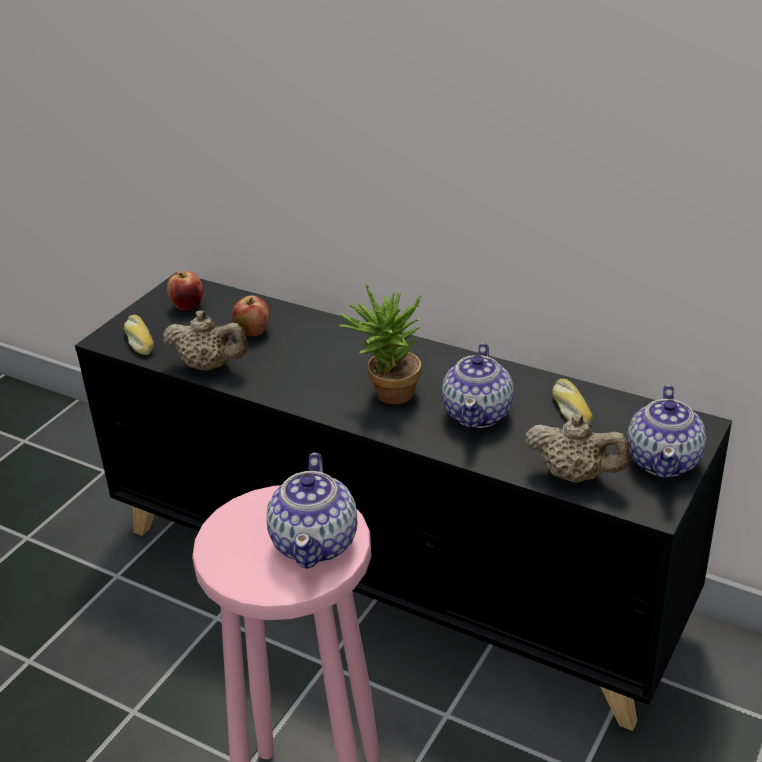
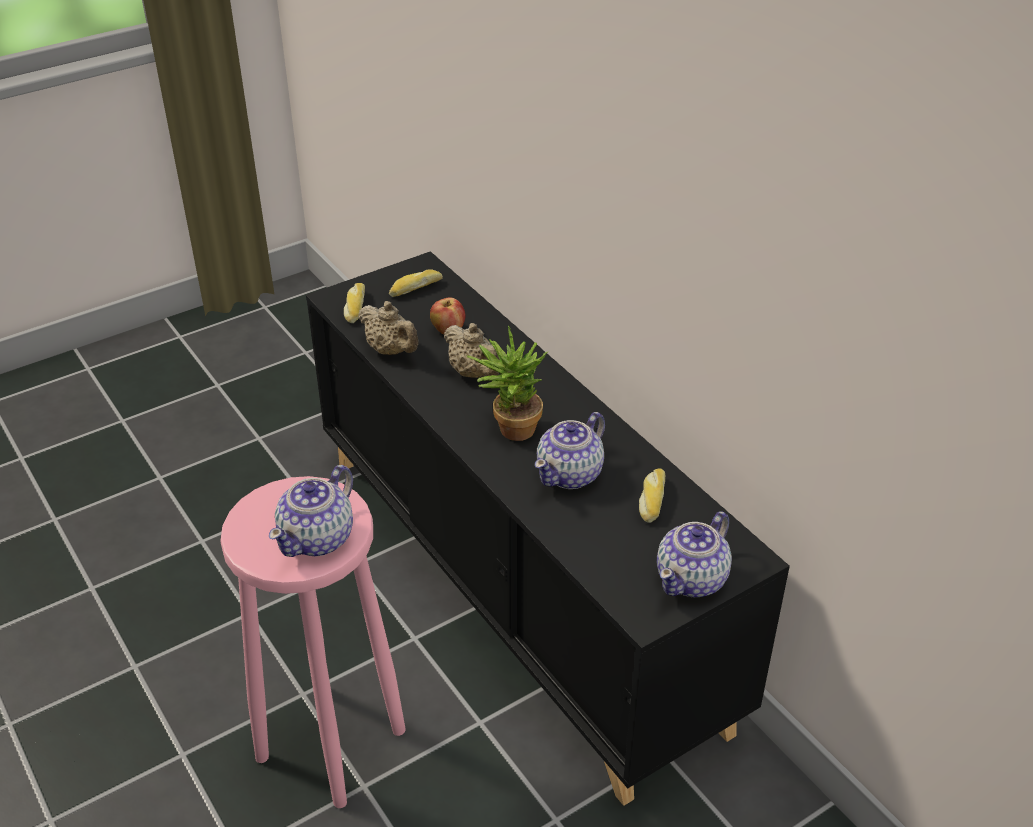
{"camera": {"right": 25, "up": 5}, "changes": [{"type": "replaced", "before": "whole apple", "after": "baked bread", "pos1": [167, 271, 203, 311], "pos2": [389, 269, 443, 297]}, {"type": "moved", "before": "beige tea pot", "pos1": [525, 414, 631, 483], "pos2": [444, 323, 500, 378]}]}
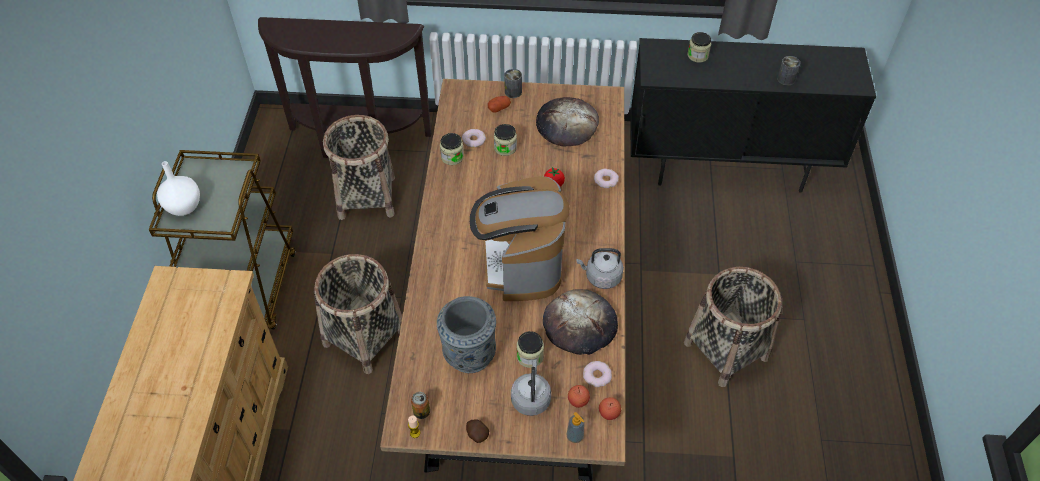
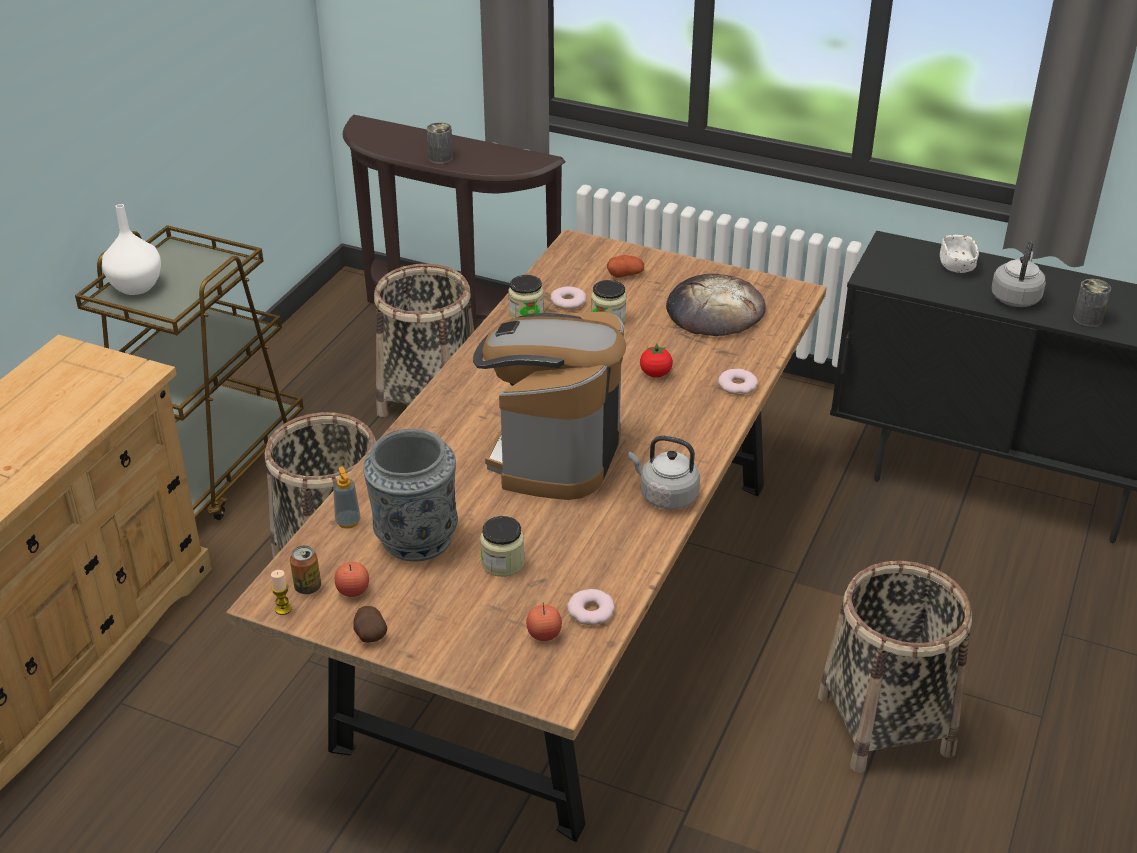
{"camera": {"right": 20, "up": -15}, "changes": [{"type": "replaced", "before": "storage jar", "after": "white-coloured bowl", "pos1": [688, 32, 711, 63], "pos2": [940, 235, 979, 273]}, {"type": "moved", "before": "can", "pos1": [504, 69, 522, 98], "pos2": [427, 122, 453, 164]}, {"type": "removed", "before": "baked bread", "pos1": [543, 289, 618, 355]}, {"type": "moved", "before": "grey water kettle", "pos1": [511, 360, 551, 416], "pos2": [992, 241, 1046, 307]}, {"type": "moved", "before": "whole apple", "pos1": [599, 397, 621, 420], "pos2": [335, 562, 369, 597]}, {"type": "moved", "before": "soap dispenser", "pos1": [566, 412, 584, 443], "pos2": [333, 466, 361, 529]}]}
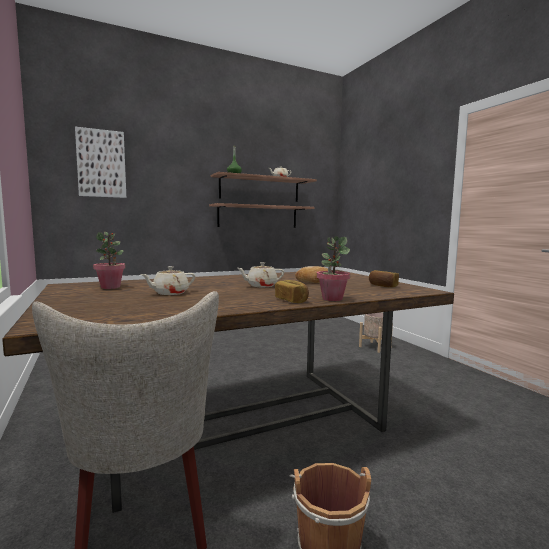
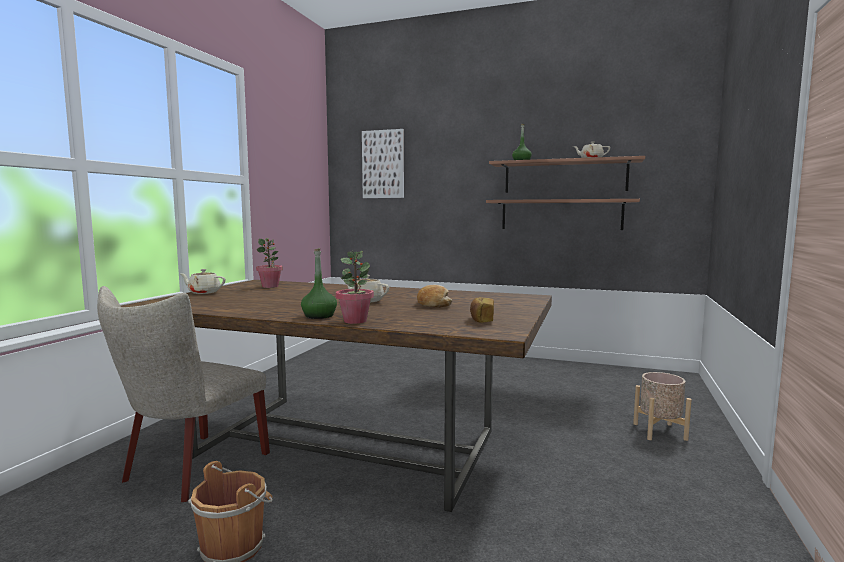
{"camera": {"right": 45, "up": 0}, "changes": [{"type": "moved", "before": "beige tea pot", "pos1": [140, 266, 195, 295], "pos2": [180, 269, 226, 294]}, {"type": "replaced", "before": "baked bread", "after": "greenish beverage bottle", "pos1": [275, 280, 309, 303], "pos2": [301, 248, 337, 319]}]}
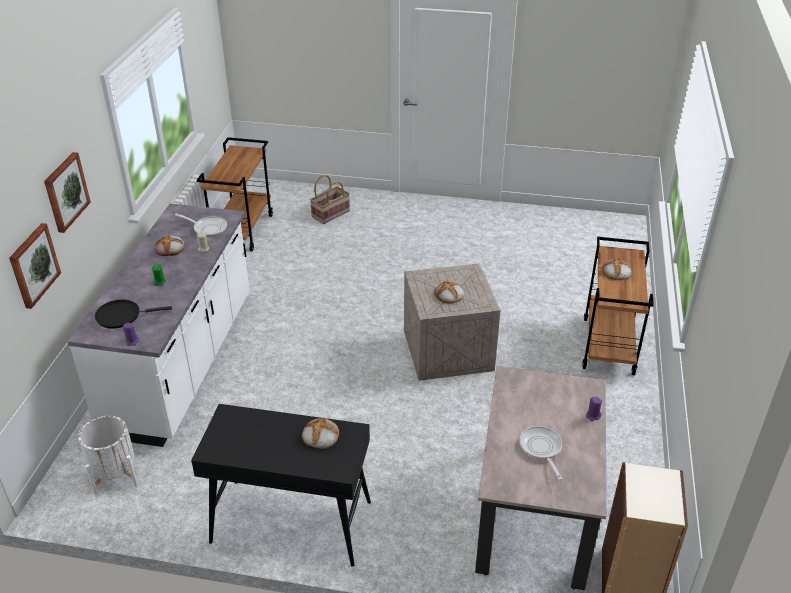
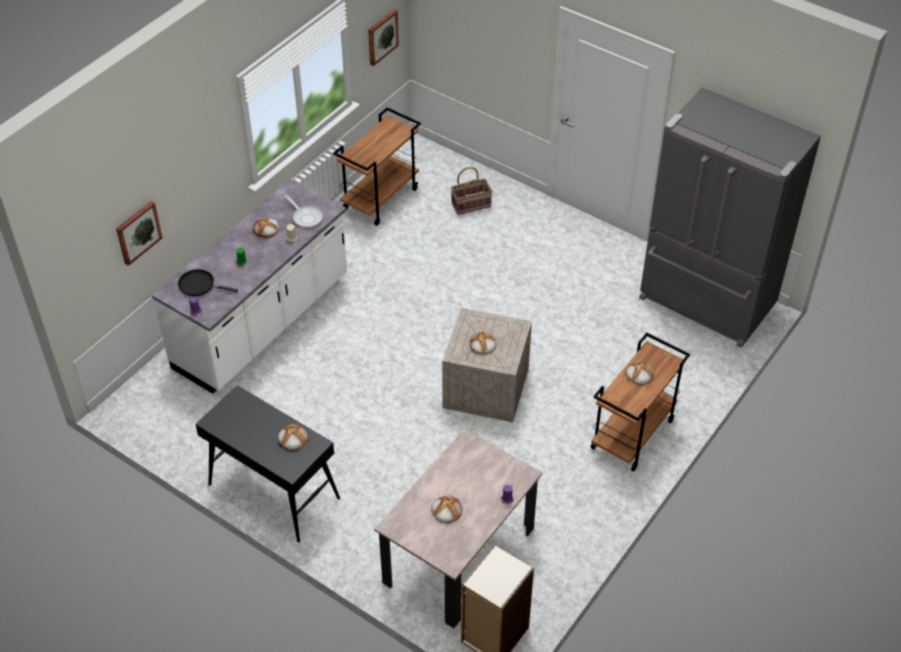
{"camera": {"right": 25, "up": 10}, "changes": [{"type": "moved", "before": "picture", "pos1": [44, 152, 91, 233], "pos2": [368, 9, 399, 66]}, {"type": "removed", "before": "white-coloured flower pot", "pos1": [78, 416, 138, 495]}, {"type": "replaced", "before": "skillet", "after": "baked bread", "pos1": [519, 426, 562, 480], "pos2": [431, 495, 463, 524]}, {"type": "added", "after": "grey fridge", "pos2": [639, 87, 821, 348]}]}
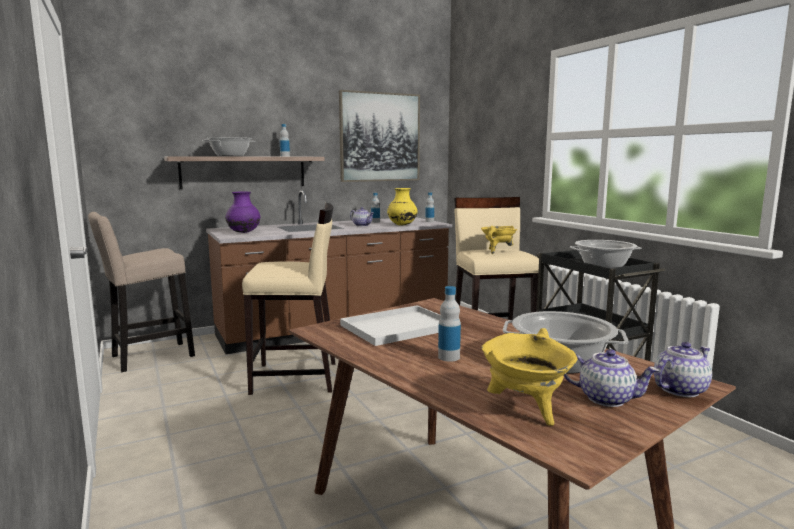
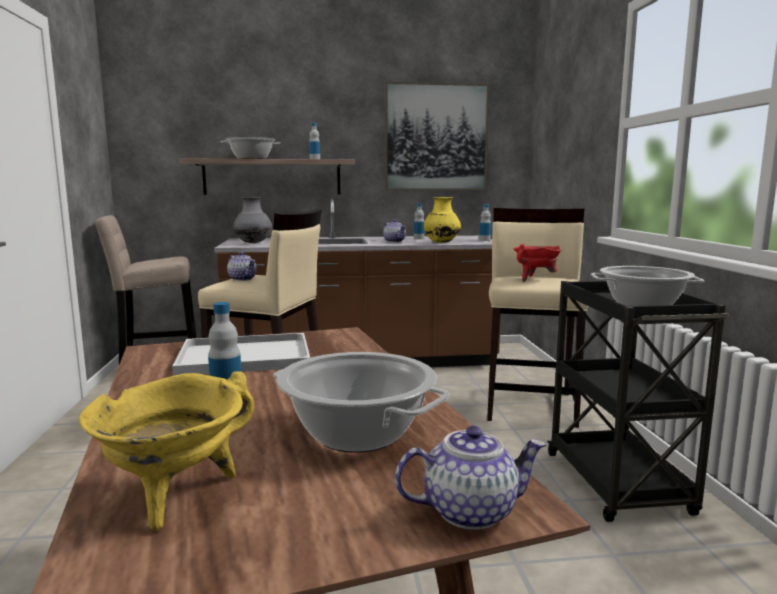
{"camera": {"right": 20, "up": 0}, "changes": [{"type": "recoloured", "before": "purplish flower vase", "after": "grey flower vase", "pos1": [225, 192, 260, 233], "pos2": [233, 197, 272, 243]}, {"type": "recoloured", "before": "yellowish saucepot", "after": "red-coloured saucepot", "pos1": [481, 226, 517, 254], "pos2": [514, 244, 561, 282]}, {"type": "moved", "before": "tea pot", "pos1": [564, 349, 659, 407], "pos2": [227, 252, 257, 281]}]}
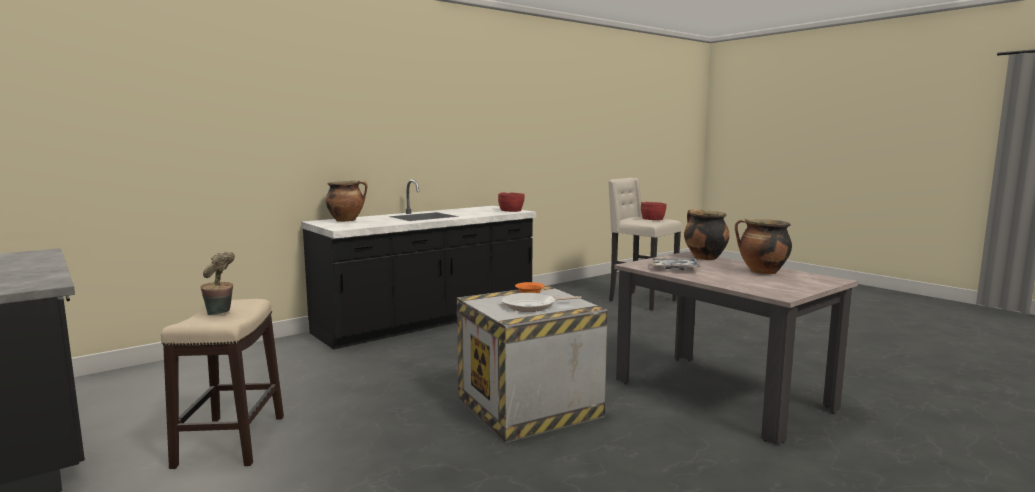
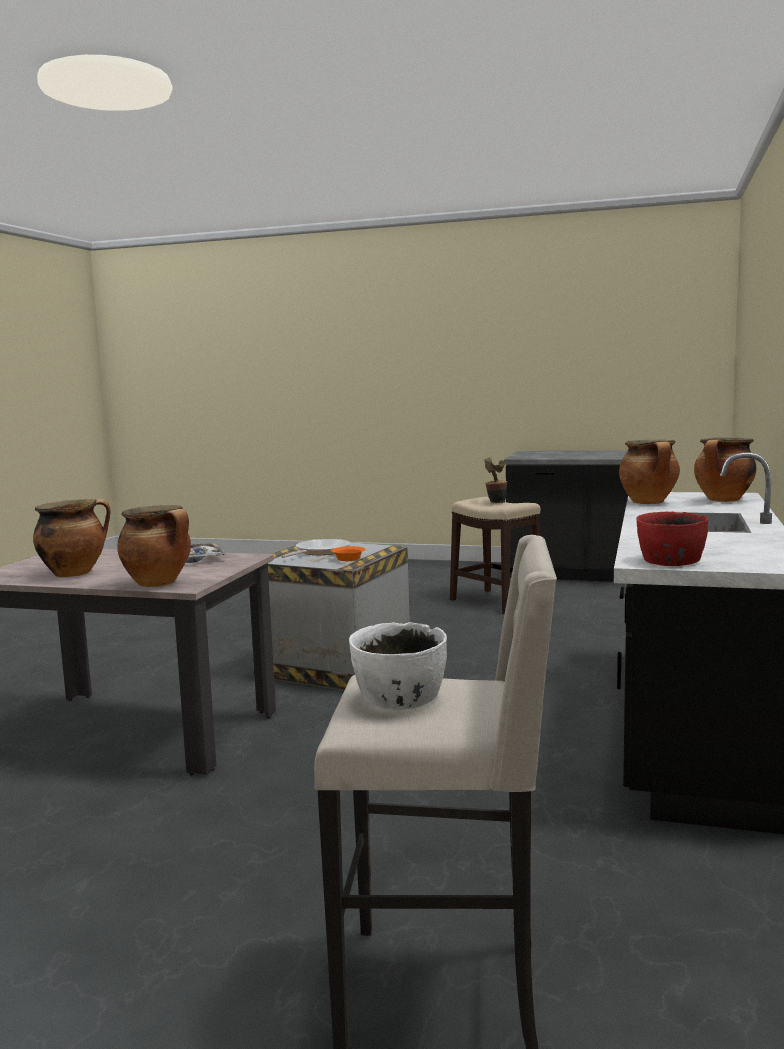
{"camera": {"right": 145, "up": 0}, "changes": [{"type": "recoloured", "before": "red-coloured bowl", "after": "white-coloured bowl", "pos1": [641, 202, 667, 220], "pos2": [349, 622, 447, 710]}, {"type": "added", "after": "saucepot", "pos2": [619, 440, 680, 504]}]}
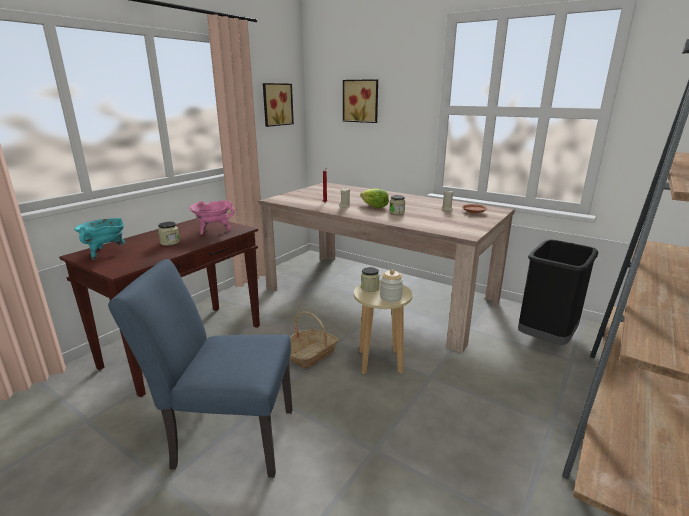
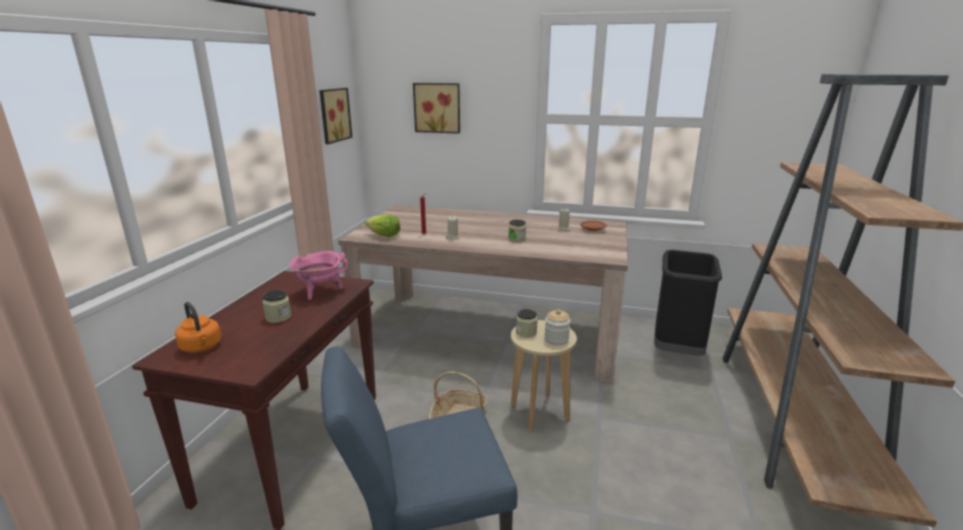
{"camera": {"right": -20, "up": 0}, "changes": [{"type": "moved", "before": "lettuce head", "pos1": [360, 189, 389, 208], "pos2": [365, 215, 400, 237]}, {"type": "replaced", "before": "blue-green saucepot", "after": "orange water kettle", "pos1": [74, 218, 125, 260], "pos2": [175, 302, 221, 353]}]}
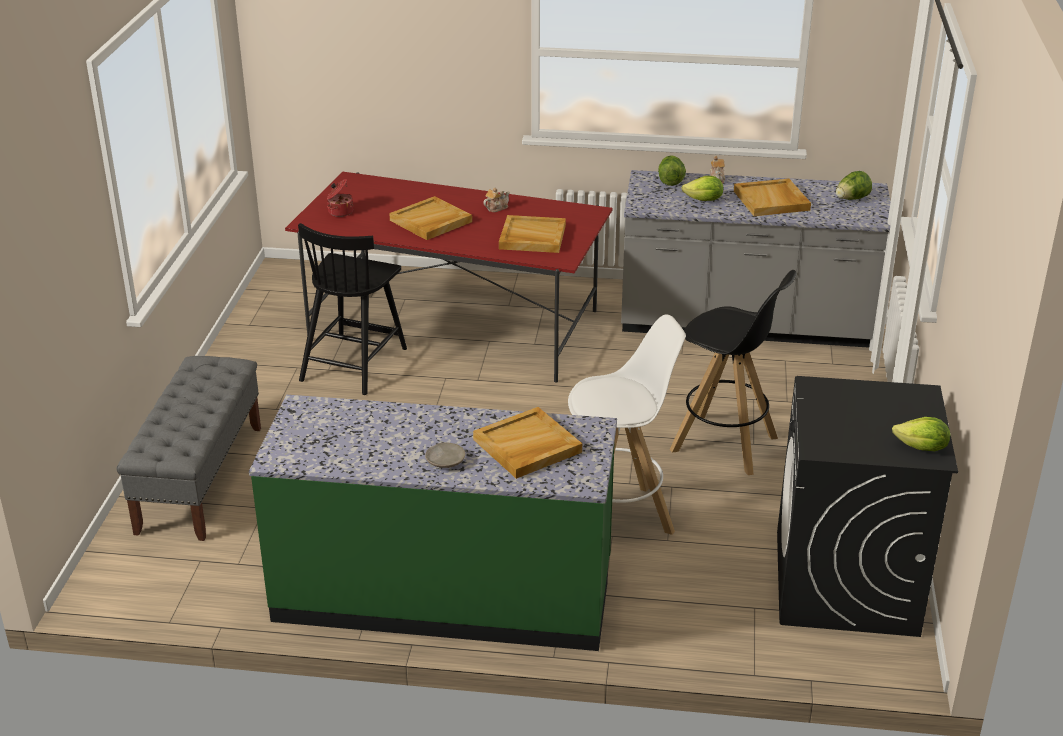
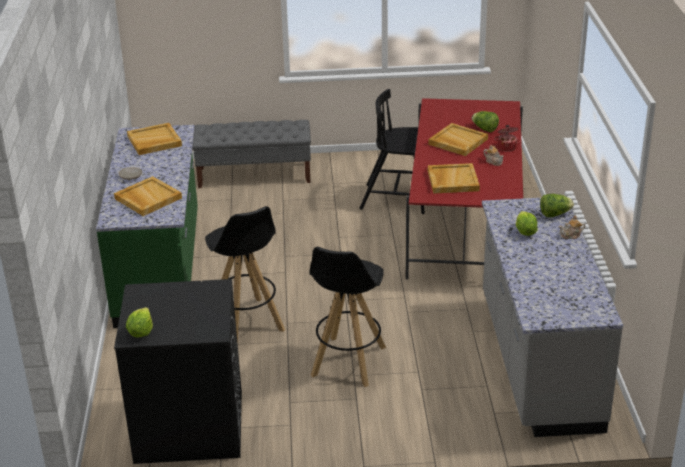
{"camera": {"right": 80, "up": 0}, "changes": [{"type": "moved", "before": "lettuce head", "pos1": [836, 171, 872, 200], "pos2": [472, 111, 499, 132]}, {"type": "moved", "before": "beige serving tray", "pos1": [734, 178, 811, 216], "pos2": [127, 123, 182, 155]}, {"type": "moved", "before": "saucepot", "pos1": [327, 179, 353, 217], "pos2": [494, 125, 521, 152]}, {"type": "recoloured", "before": "white-coloured stool", "after": "black stool", "pos1": [568, 314, 686, 535], "pos2": [205, 206, 285, 344]}]}
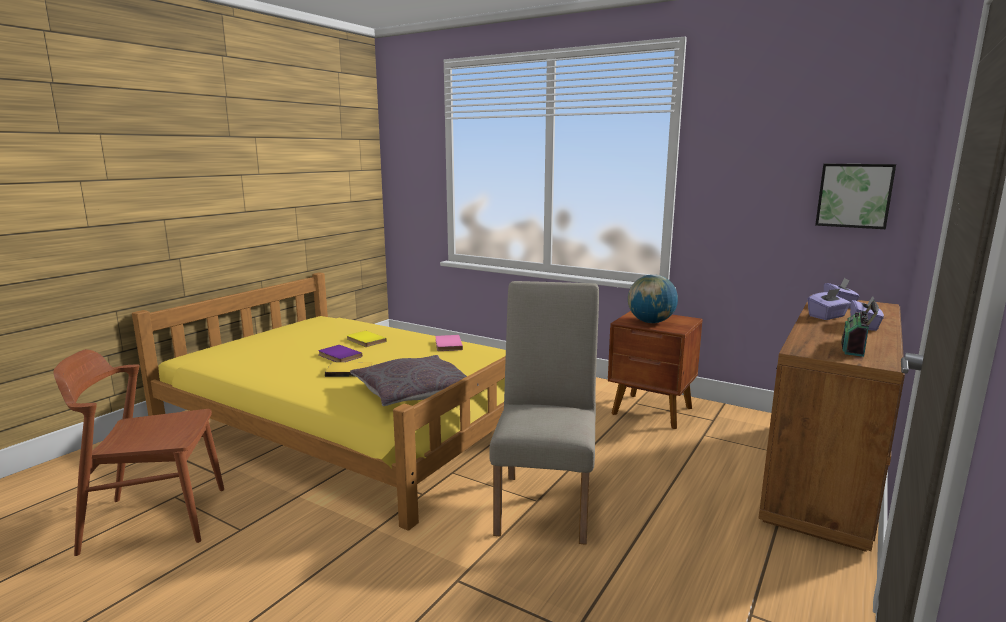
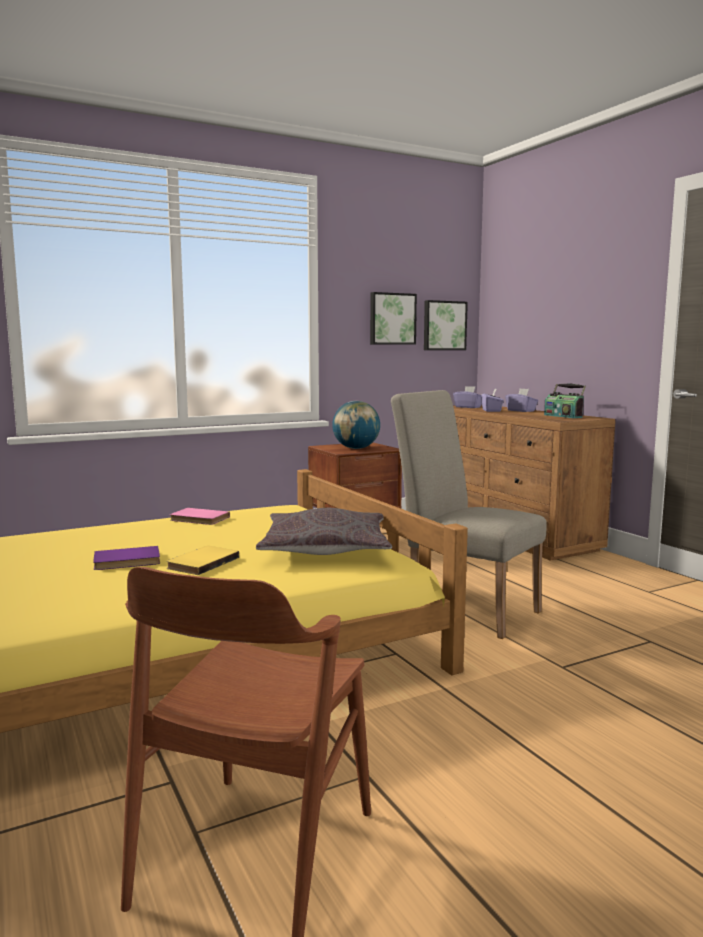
{"camera": {"right": -60, "up": -5}, "changes": [{"type": "removed", "before": "yellowish book", "pos1": [346, 331, 387, 347]}, {"type": "added", "after": "picture", "pos2": [370, 292, 417, 345]}]}
